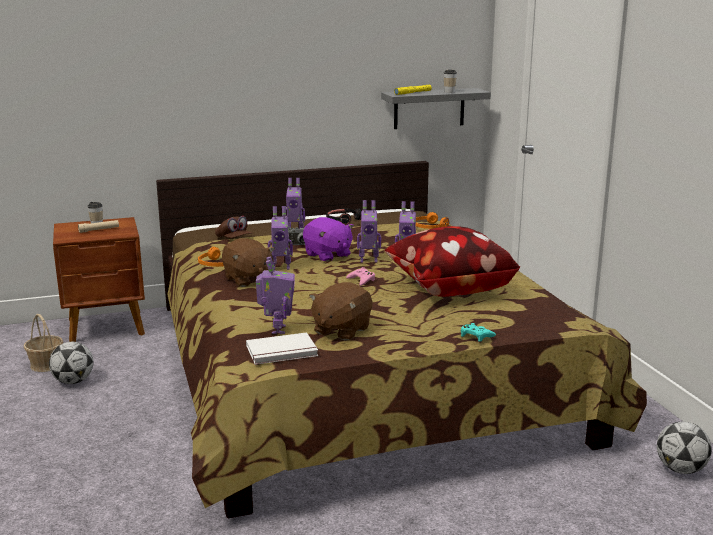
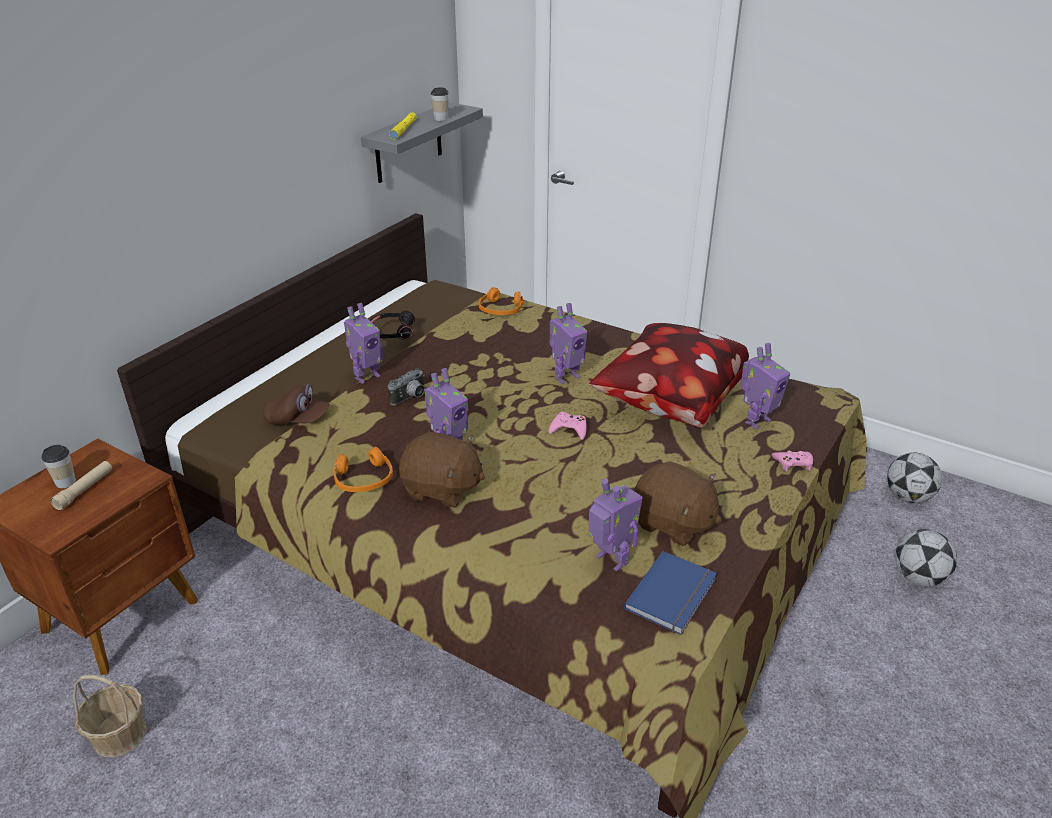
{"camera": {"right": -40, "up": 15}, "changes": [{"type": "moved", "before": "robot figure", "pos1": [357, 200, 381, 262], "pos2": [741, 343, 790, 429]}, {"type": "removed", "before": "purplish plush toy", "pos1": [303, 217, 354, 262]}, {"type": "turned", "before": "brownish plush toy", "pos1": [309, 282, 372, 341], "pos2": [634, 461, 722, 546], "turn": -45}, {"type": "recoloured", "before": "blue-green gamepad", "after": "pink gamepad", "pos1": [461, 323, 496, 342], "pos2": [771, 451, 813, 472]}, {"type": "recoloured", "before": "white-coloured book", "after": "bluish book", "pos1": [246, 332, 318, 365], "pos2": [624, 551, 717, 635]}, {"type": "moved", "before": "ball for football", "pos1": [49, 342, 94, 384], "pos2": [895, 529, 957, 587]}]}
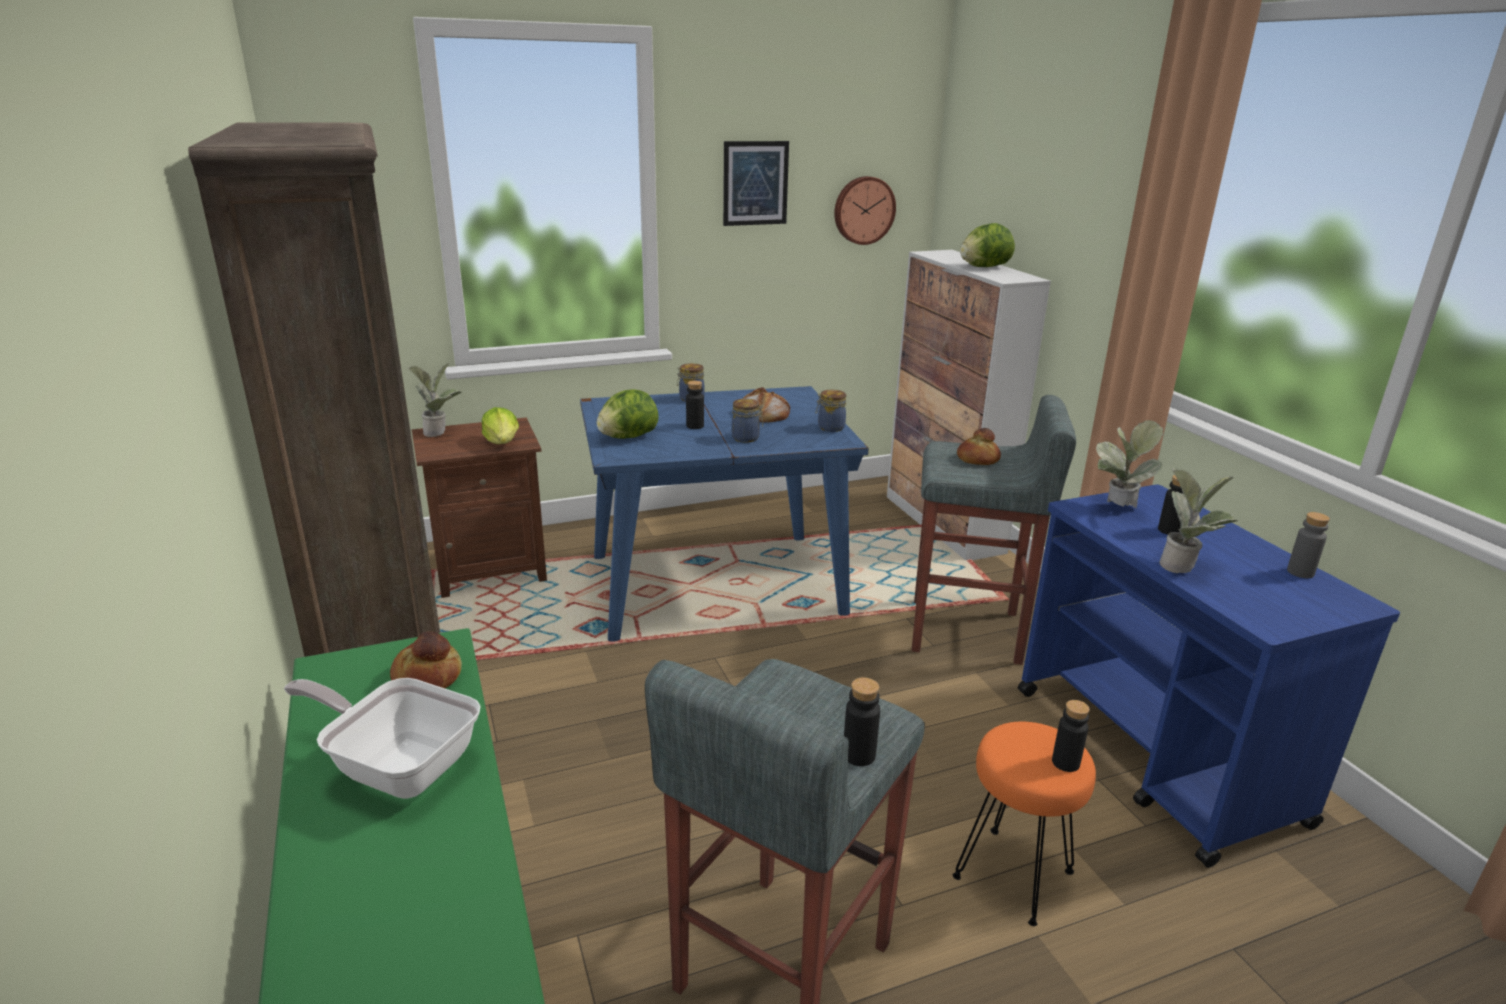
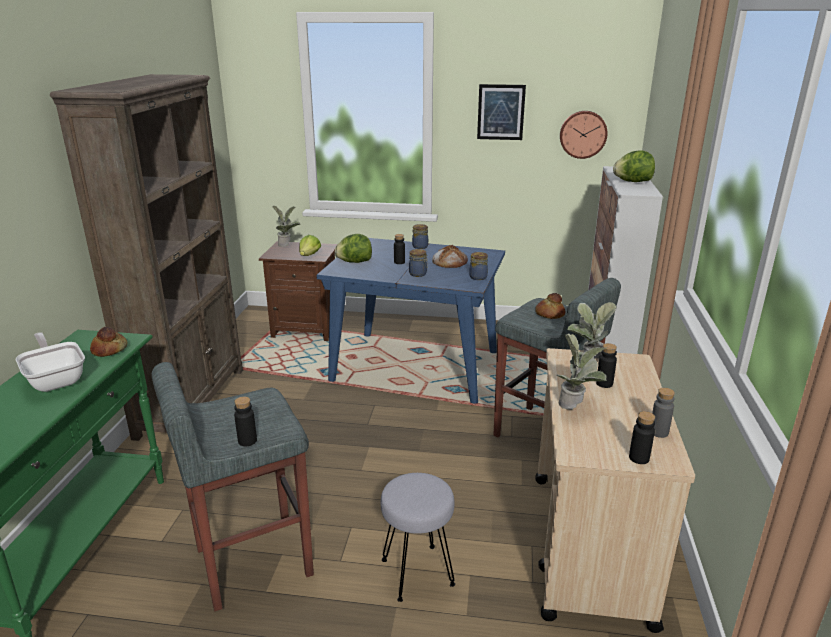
{"camera": {"right": 30, "up": 0}, "changes": [{"type": "recoloured", "before": "bluish trolley", "after": "beige trolley", "pos1": [1018, 484, 1400, 868], "pos2": [535, 348, 695, 633]}, {"type": "moved", "before": "black beverage bottle", "pos1": [1052, 700, 1090, 772], "pos2": [629, 411, 655, 464]}, {"type": "recoloured", "before": "orange stool", "after": "grey stool", "pos1": [953, 722, 1096, 926], "pos2": [381, 473, 455, 602]}]}
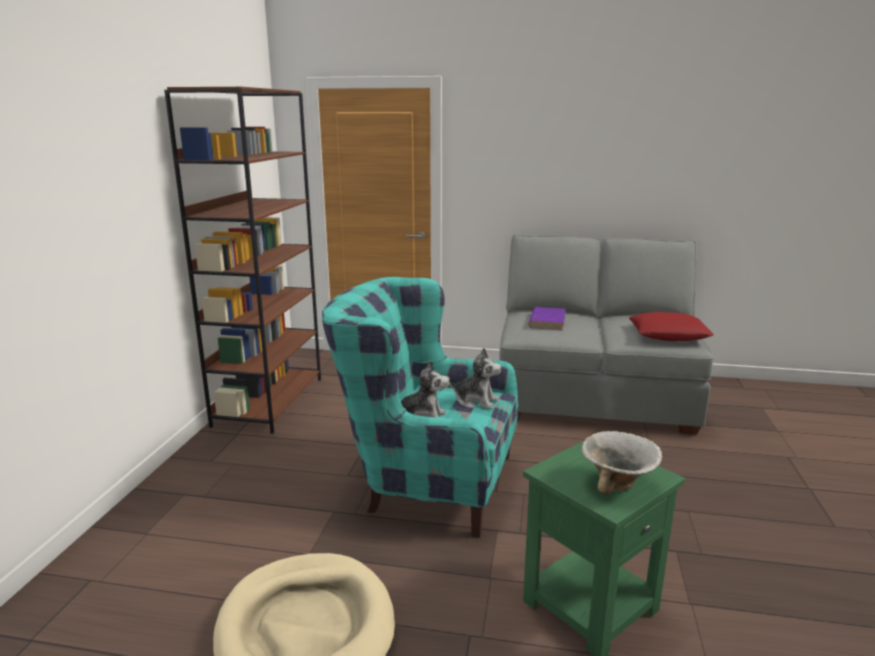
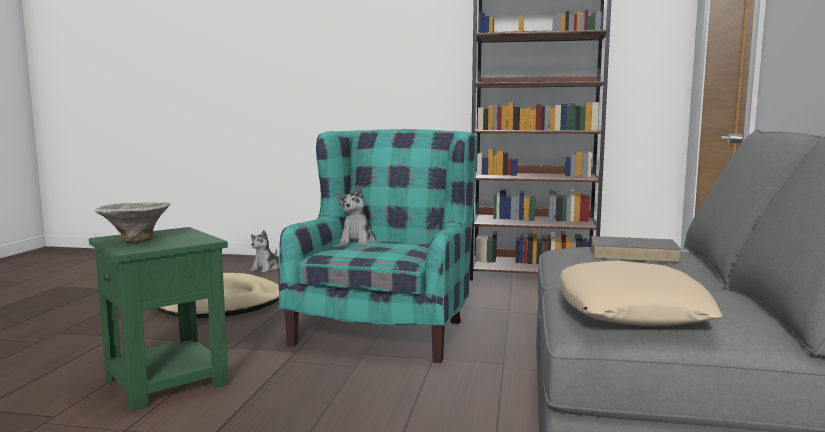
{"camera": {"right": 90, "up": -10}, "changes": [{"type": "recoloured", "before": "purplish book", "after": "grey book", "pos1": [529, 307, 566, 330], "pos2": [591, 236, 682, 263]}, {"type": "recoloured", "before": "red-coloured pillow", "after": "beige pillow", "pos1": [629, 312, 714, 341], "pos2": [560, 261, 723, 326]}, {"type": "moved", "before": "plush toy", "pos1": [448, 348, 502, 409], "pos2": [250, 230, 279, 273]}]}
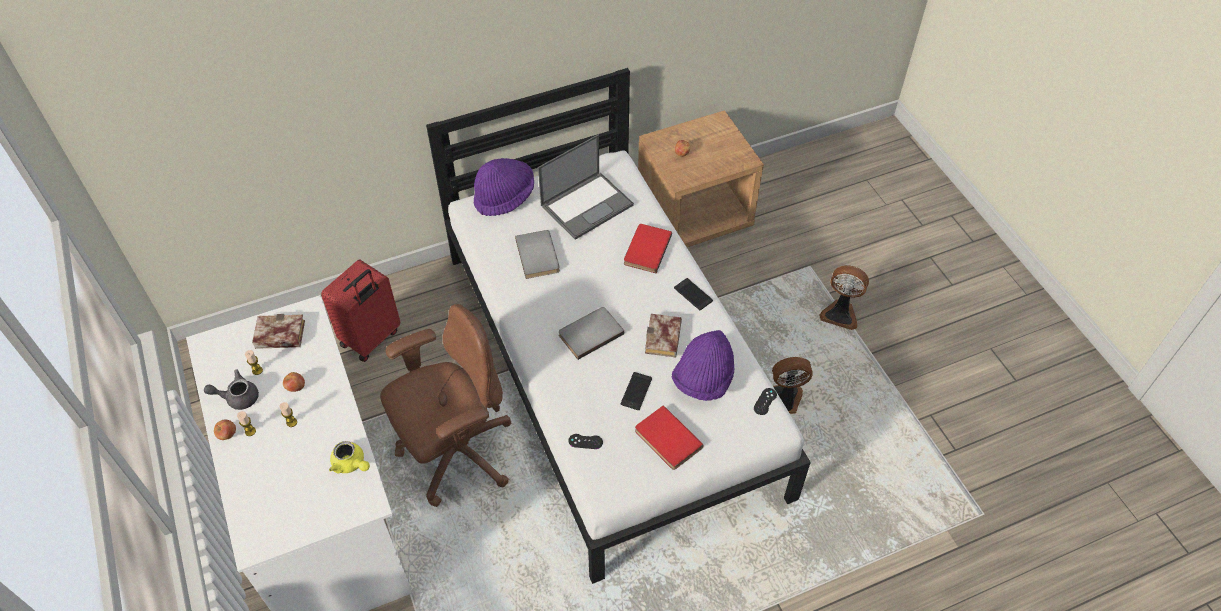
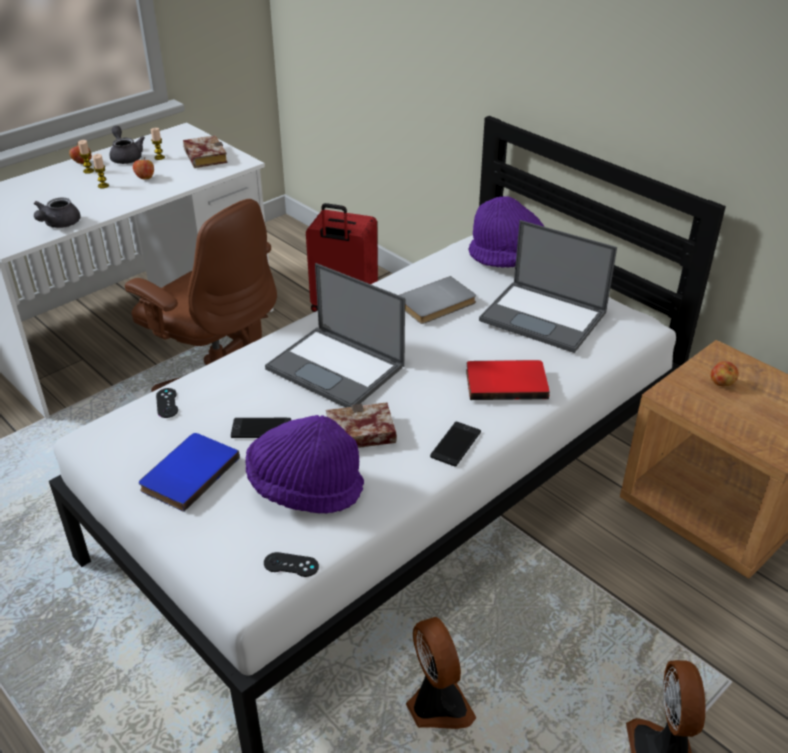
{"camera": {"right": 70, "up": -15}, "changes": [{"type": "replaced", "before": "grey book", "after": "portable computer", "pos1": [559, 307, 624, 360], "pos2": [265, 263, 405, 408]}, {"type": "recoloured", "before": "red-coloured book", "after": "bluish book", "pos1": [635, 405, 704, 470], "pos2": [139, 433, 240, 512]}, {"type": "recoloured", "before": "yellowish tea pot", "after": "grey tea pot", "pos1": [329, 441, 370, 473], "pos2": [34, 198, 81, 228]}]}
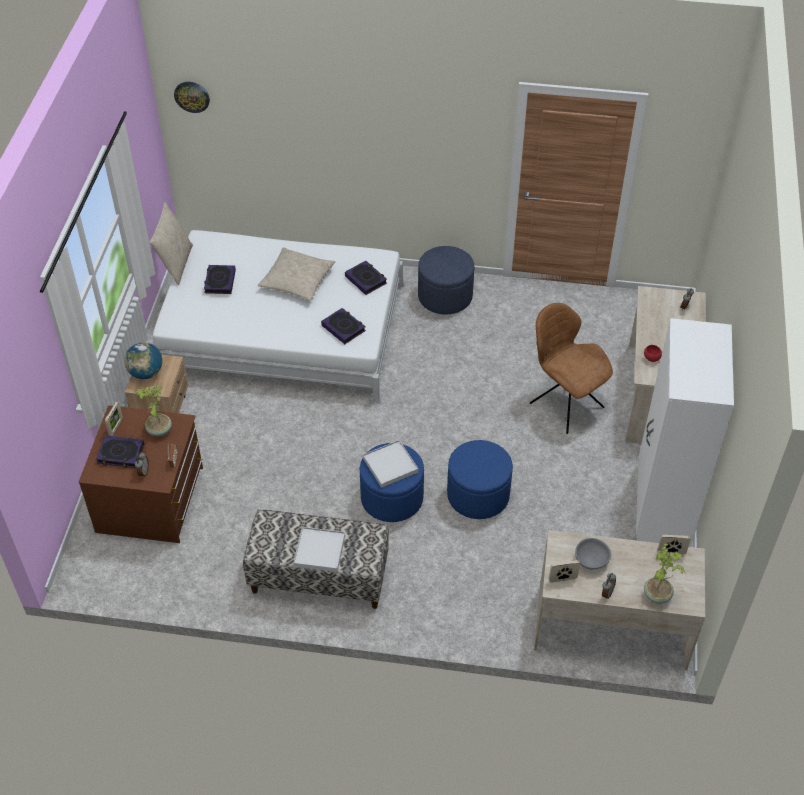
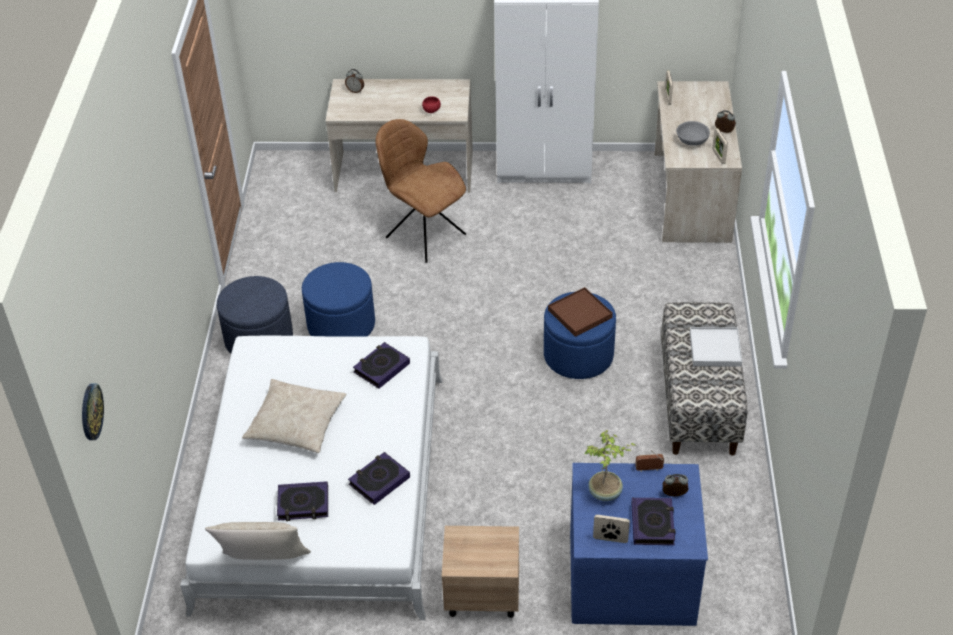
{"camera": {"right": -95, "up": -5}, "changes": [{"type": "moved", "before": "book", "pos1": [345, 261, 387, 295], "pos2": [348, 452, 410, 505]}, {"type": "turned", "before": "brownish plain chair", "pos1": [530, 303, 613, 434], "pos2": [375, 119, 466, 263], "turn": 90}, {"type": "removed", "before": "desk globe", "pos1": [125, 342, 162, 379]}, {"type": "recoloured", "before": "brownish dresser", "after": "bluish dresser", "pos1": [78, 405, 203, 543], "pos2": [570, 463, 708, 626]}, {"type": "recoloured", "before": "white-coloured serving tray", "after": "brownish serving tray", "pos1": [363, 440, 418, 488], "pos2": [548, 287, 613, 337]}, {"type": "moved", "before": "bluish footrest", "pos1": [447, 440, 513, 519], "pos2": [302, 262, 375, 337]}, {"type": "removed", "before": "houseplant", "pos1": [644, 543, 686, 604]}]}
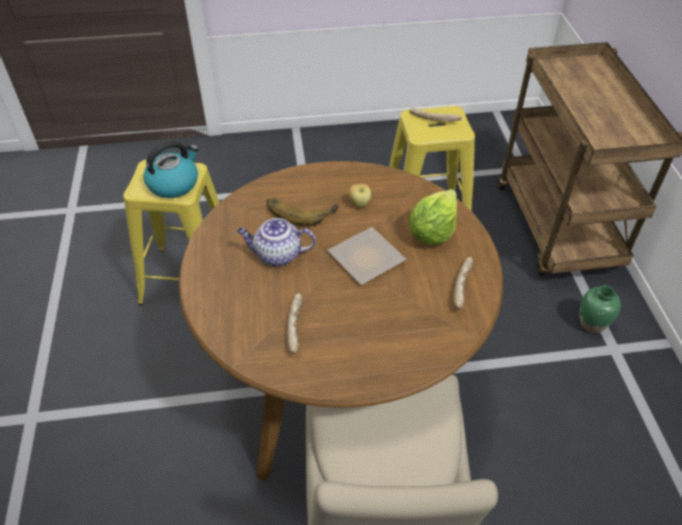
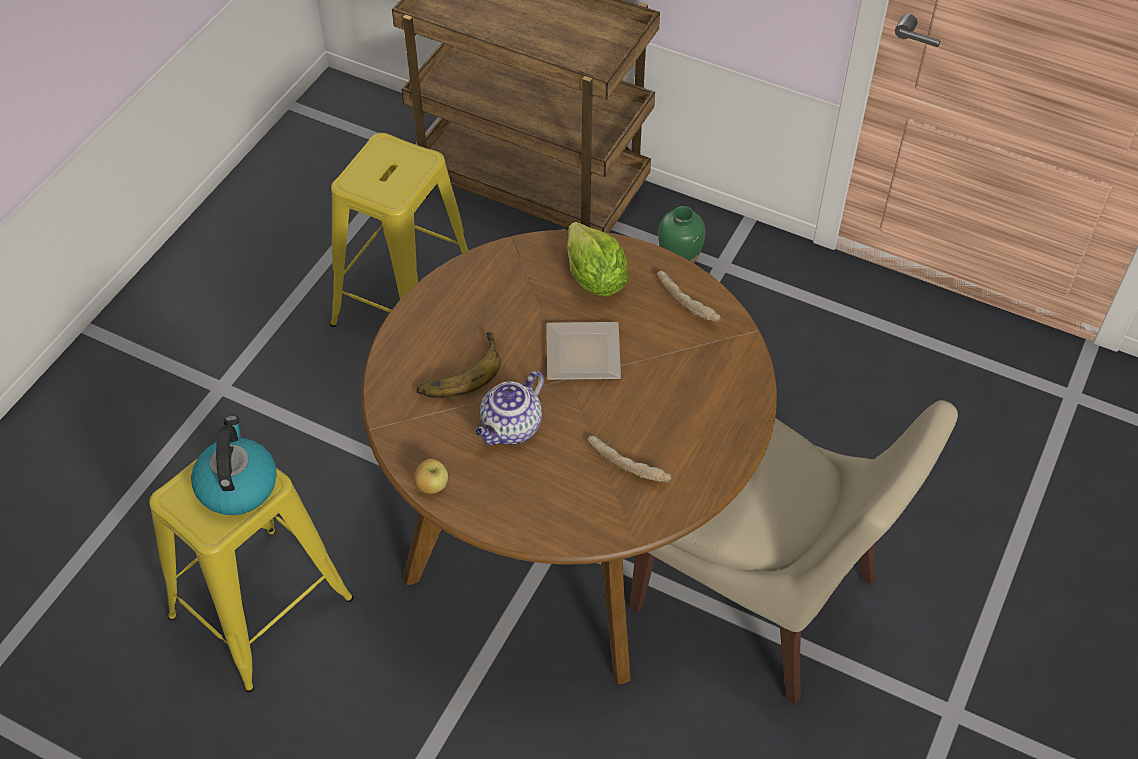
{"camera": {"right": -55, "up": 5}, "changes": [{"type": "removed", "before": "baked bread", "pos1": [409, 108, 462, 122]}, {"type": "moved", "before": "whole apple", "pos1": [349, 184, 371, 207], "pos2": [414, 459, 448, 494]}]}
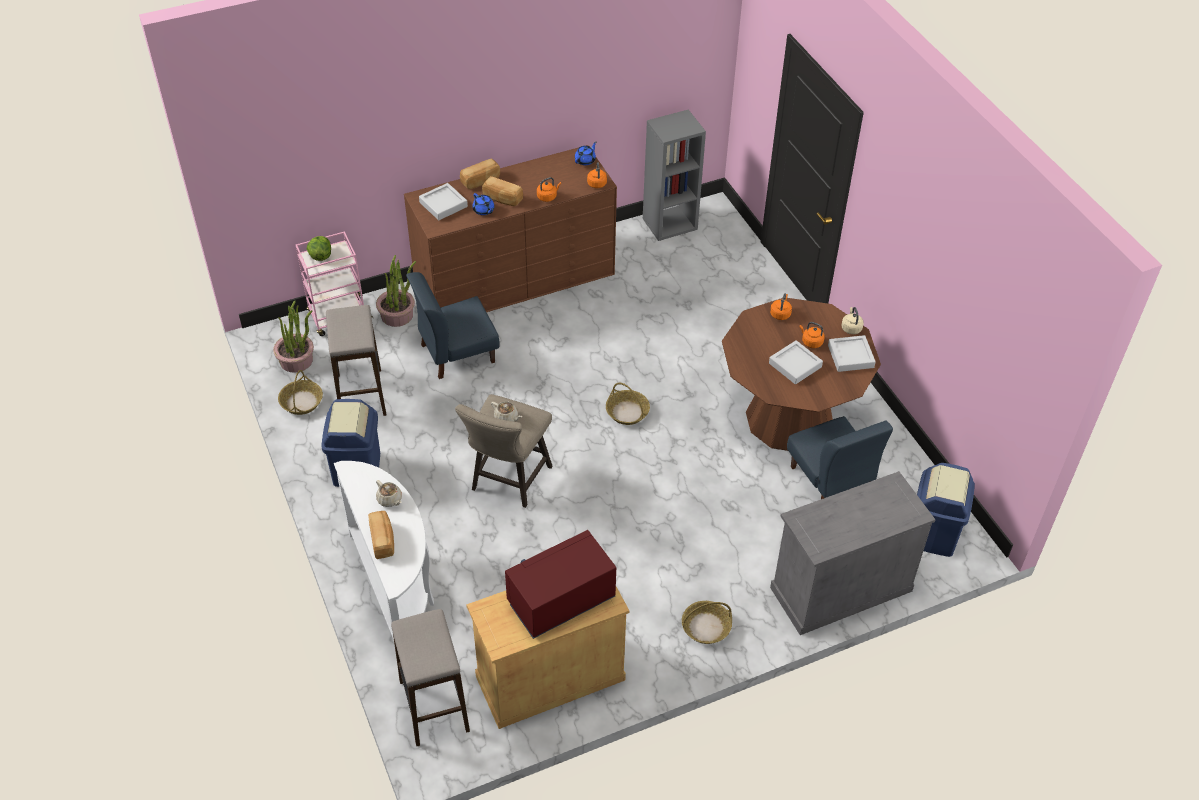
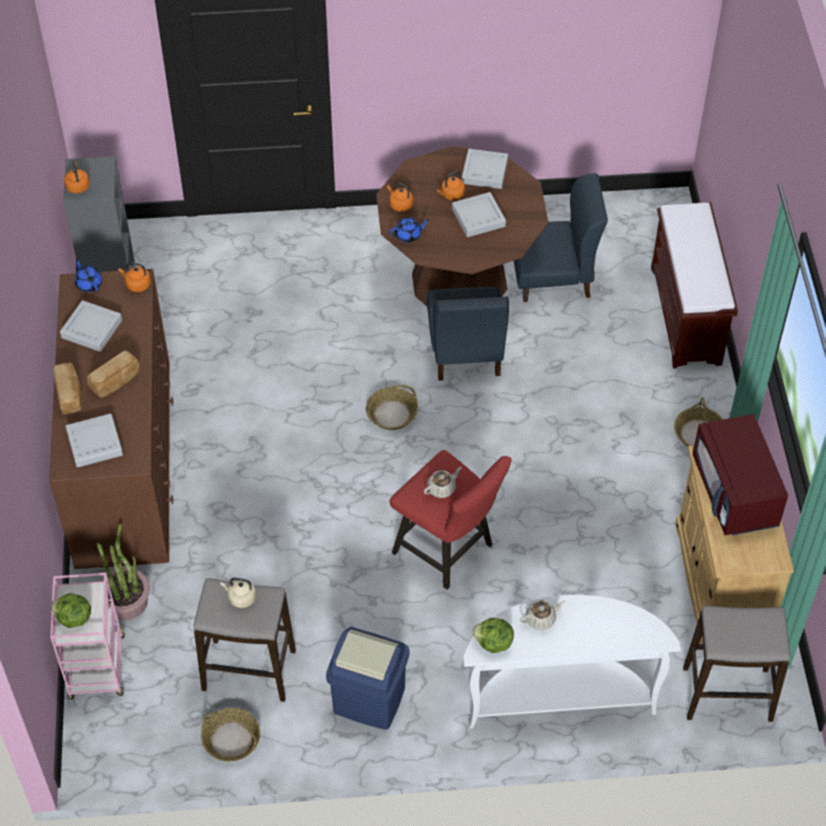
{"camera": {"right": -70, "up": 5}, "changes": [{"type": "moved", "before": "orange water kettle", "pos1": [537, 177, 561, 202], "pos2": [64, 162, 90, 194]}, {"type": "moved", "before": "bluish tea pot", "pos1": [472, 193, 495, 215], "pos2": [389, 217, 430, 242]}, {"type": "moved", "before": "bluish plain chair", "pos1": [406, 272, 500, 379], "pos2": [427, 287, 509, 381]}, {"type": "removed", "before": "houseplant", "pos1": [273, 301, 314, 373]}, {"type": "moved", "before": "beige water kettle", "pos1": [842, 307, 864, 334], "pos2": [220, 578, 256, 608]}, {"type": "recoloured", "before": "beige stool", "after": "red-coloured stool", "pos1": [455, 394, 553, 508], "pos2": [390, 450, 512, 590]}, {"type": "removed", "before": "bluish waste bin", "pos1": [917, 463, 975, 557]}, {"type": "replaced", "before": "grey cupboard", "after": "brownish indoor bench", "pos1": [770, 471, 936, 635], "pos2": [651, 202, 738, 369]}, {"type": "removed", "before": "baked bread", "pos1": [368, 511, 394, 559]}, {"type": "added", "after": "grey serving tray", "pos2": [60, 300, 122, 352]}, {"type": "added", "after": "lettuce head", "pos2": [472, 618, 514, 653]}]}
